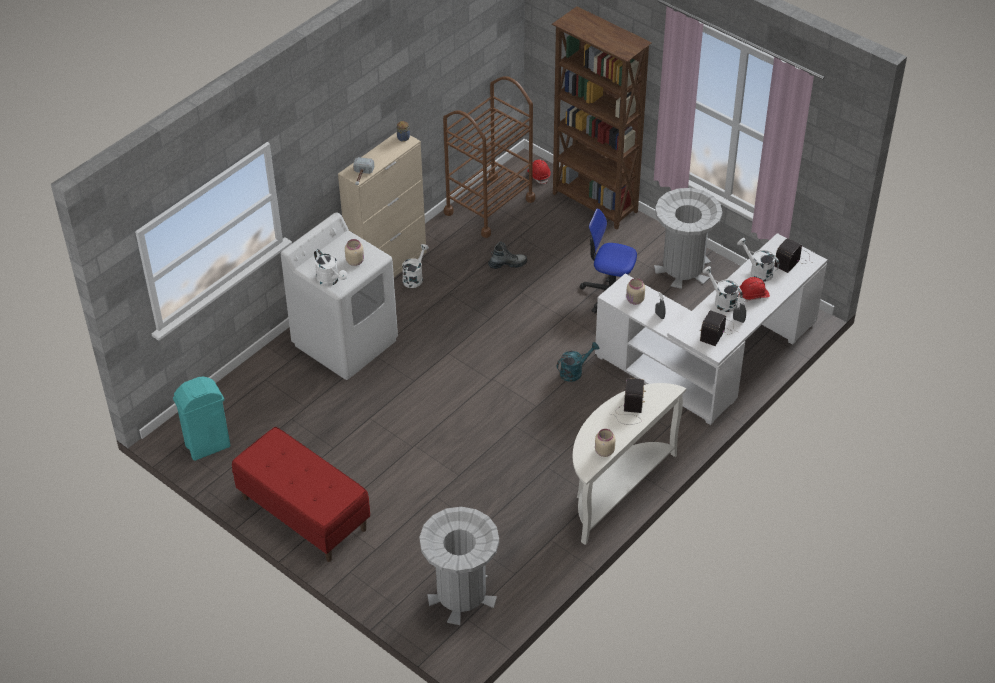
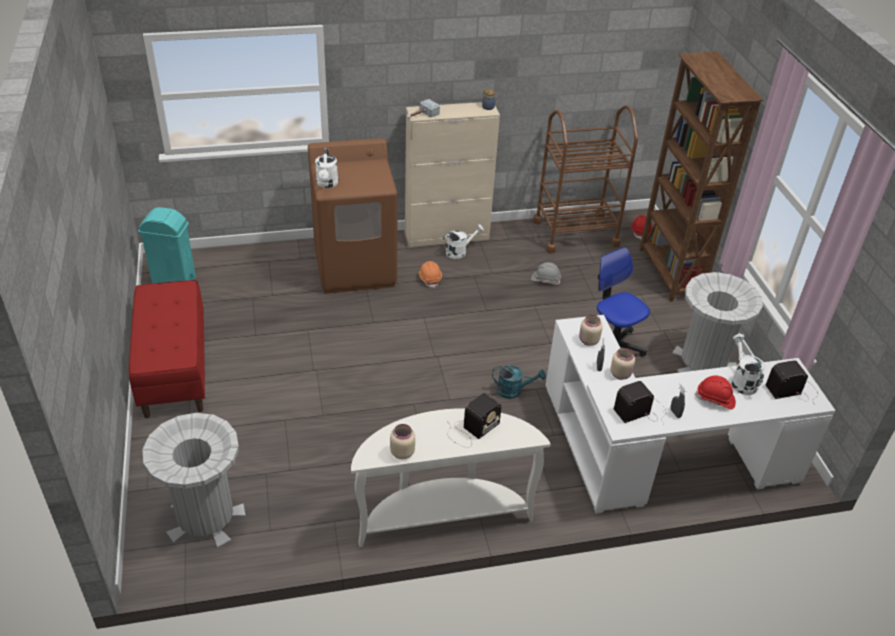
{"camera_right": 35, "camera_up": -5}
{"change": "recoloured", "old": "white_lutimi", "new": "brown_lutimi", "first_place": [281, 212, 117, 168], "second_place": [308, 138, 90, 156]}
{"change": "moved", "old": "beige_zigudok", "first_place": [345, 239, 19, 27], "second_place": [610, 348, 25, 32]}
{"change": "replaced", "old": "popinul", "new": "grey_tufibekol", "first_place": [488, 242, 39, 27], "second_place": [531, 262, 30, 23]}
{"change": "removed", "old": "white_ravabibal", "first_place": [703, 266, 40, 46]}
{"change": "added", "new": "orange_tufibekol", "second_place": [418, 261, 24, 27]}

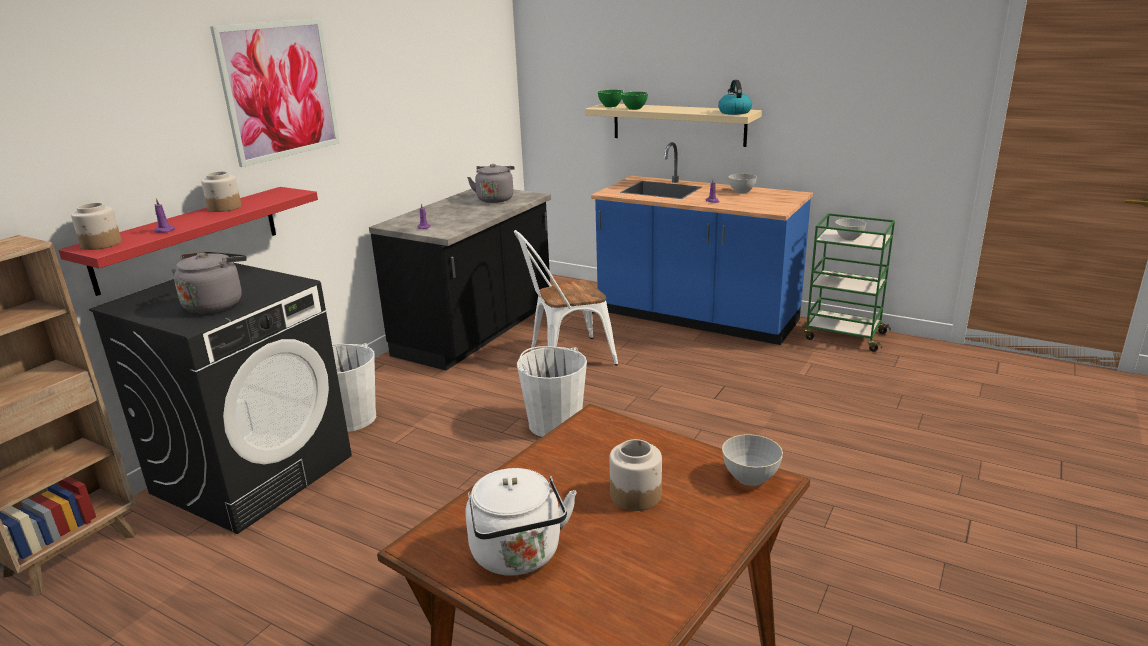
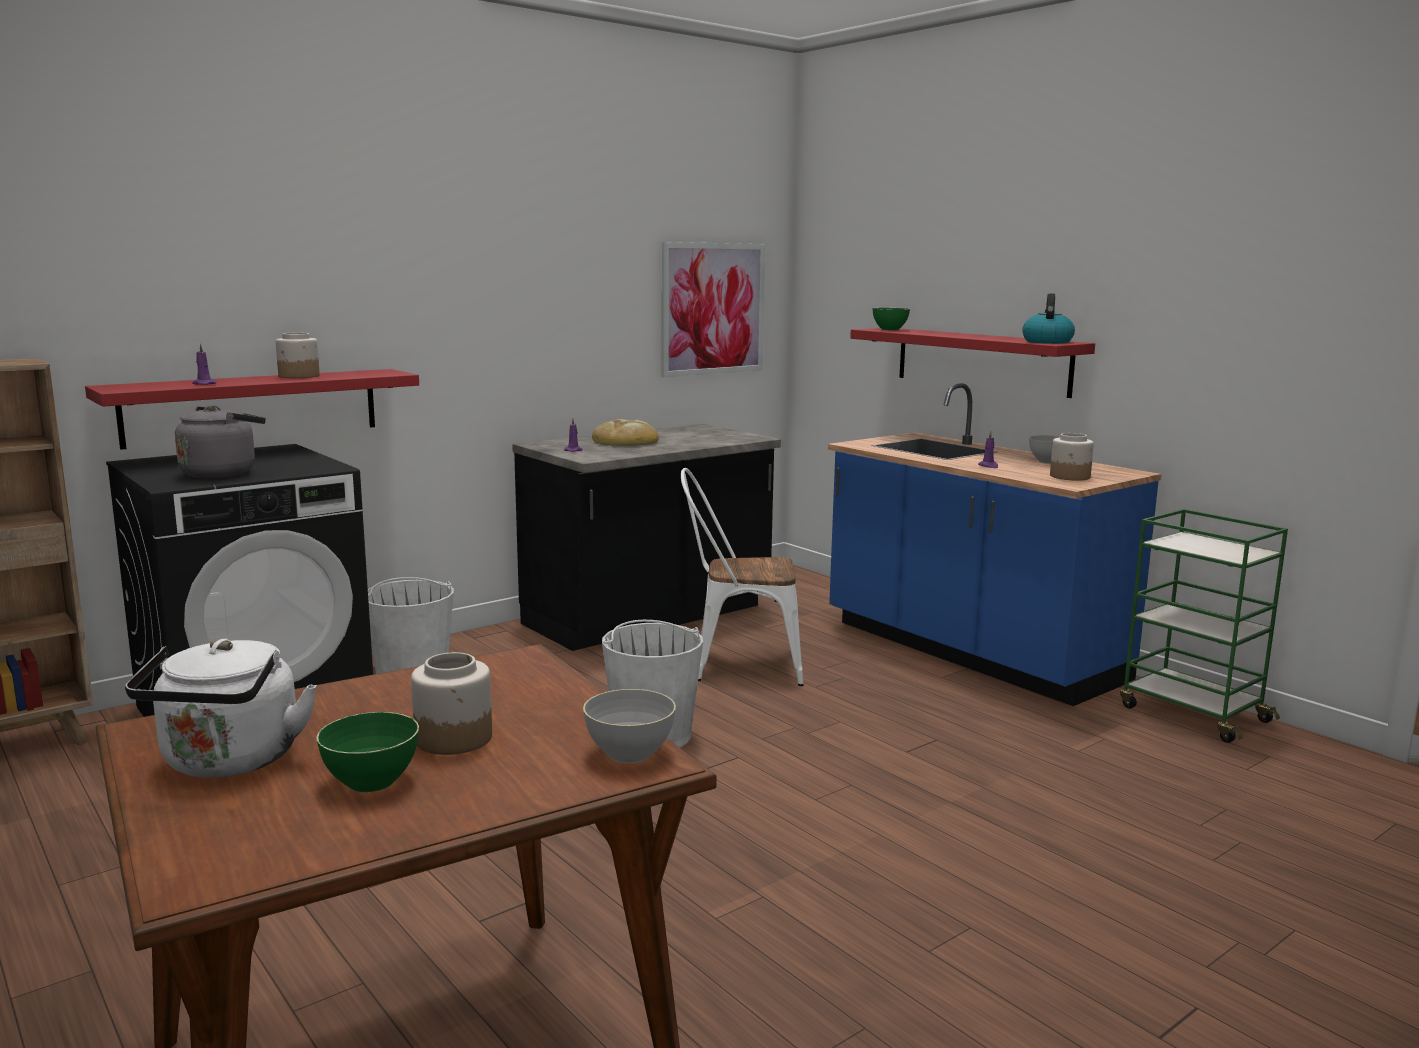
{"camera_right": 20, "camera_up": -10}
{"change": "moved", "old": "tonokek", "first_place": [210, 18, 130, 149], "second_place": [662, 242, 104, 135]}
{"change": "moved", "old": "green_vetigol", "first_place": [621, 92, 27, 18], "second_place": [316, 712, 103, 80]}
{"change": "recoloured", "old": "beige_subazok", "new": "red_subazok", "first_place": [585, 104, 177, 43], "second_place": [850, 328, 245, 70]}
{"change": "removed", "old": "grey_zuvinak", "first_place": [467, 164, 48, 39]}
{"change": "moved", "old": "zigudok", "first_place": [71, 203, 51, 47], "second_place": [1050, 433, 44, 48]}
{"change": "removed", "old": "grey_vetigol", "first_place": [835, 219, 31, 21]}
{"change": "added", "new": "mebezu", "second_place": [592, 419, 67, 27]}

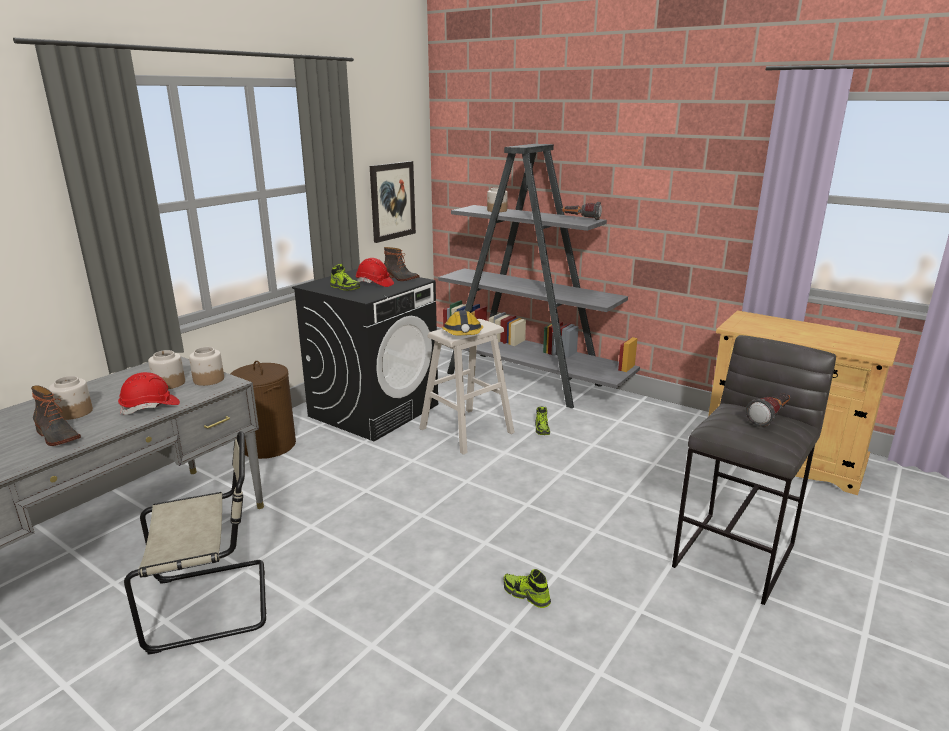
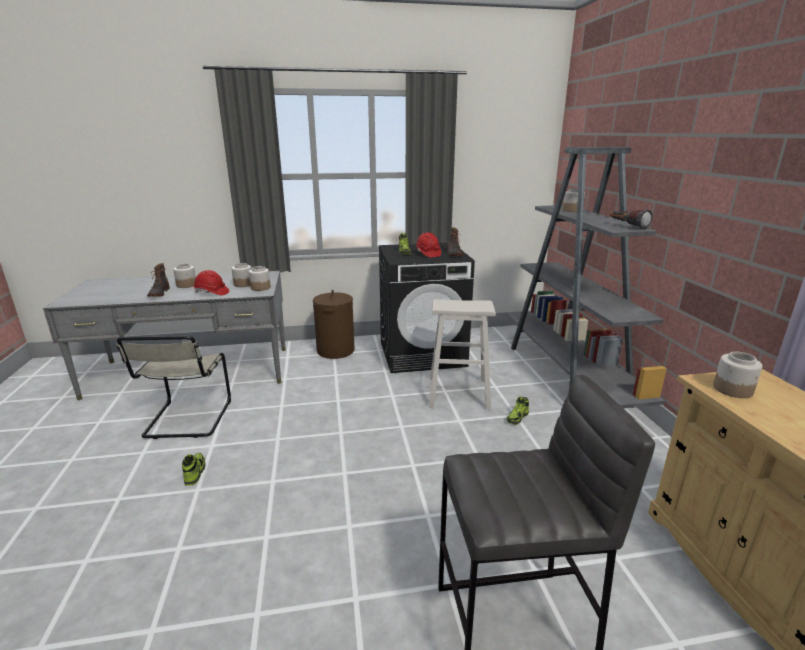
{"camera_right": 45, "camera_up": 0}
{"change": "removed", "old": "tonokek", "first_place": [370, 161, 46, 82]}
{"change": "removed", "old": "tufibekol", "first_place": [442, 310, 41, 25]}
{"change": "removed", "old": "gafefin", "first_place": [746, 393, 44, 34]}
{"change": "turned", "old": "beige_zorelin", "first_place": [124, 431, 142, 224], "second_place": [117, 336, 114, 103], "degrees": 60}
{"change": "moved", "old": "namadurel", "first_place": [504, 569, 47, 39], "second_place": [182, 453, 23, 33]}
{"change": "added", "new": "zigudok", "second_place": [713, 352, 49, 46]}

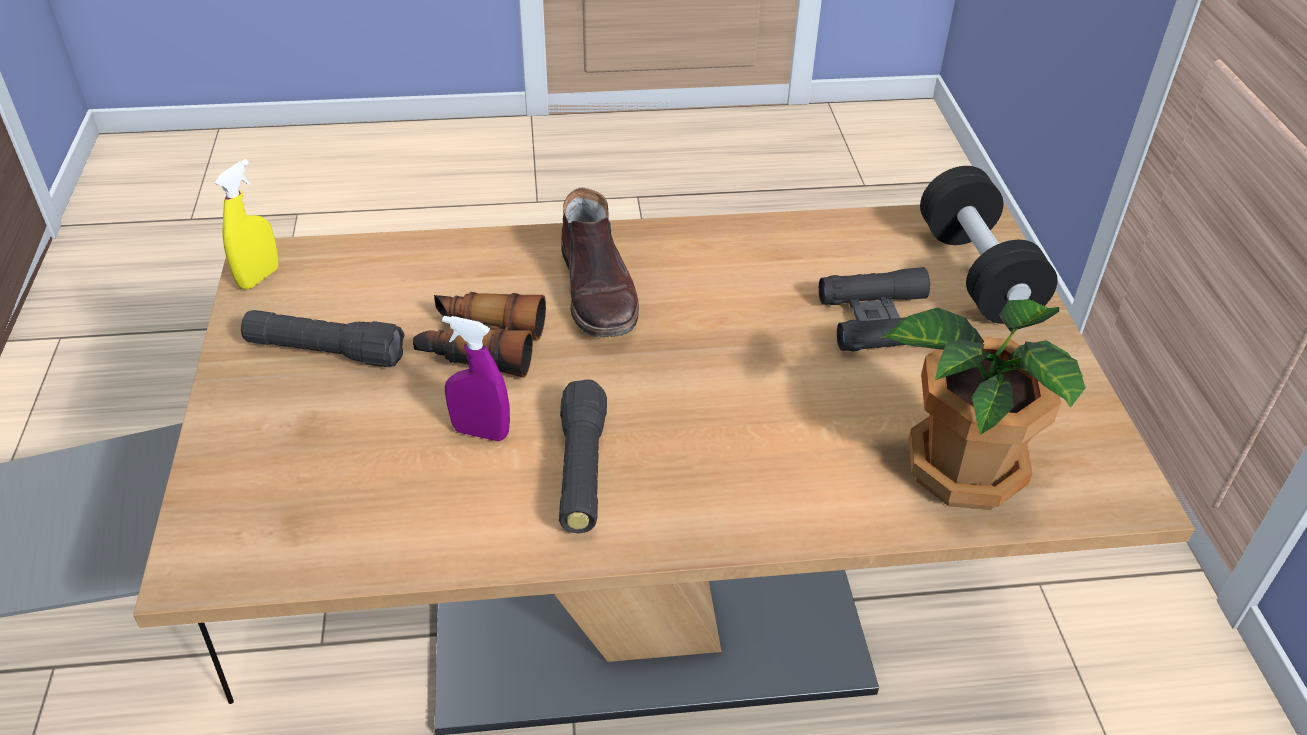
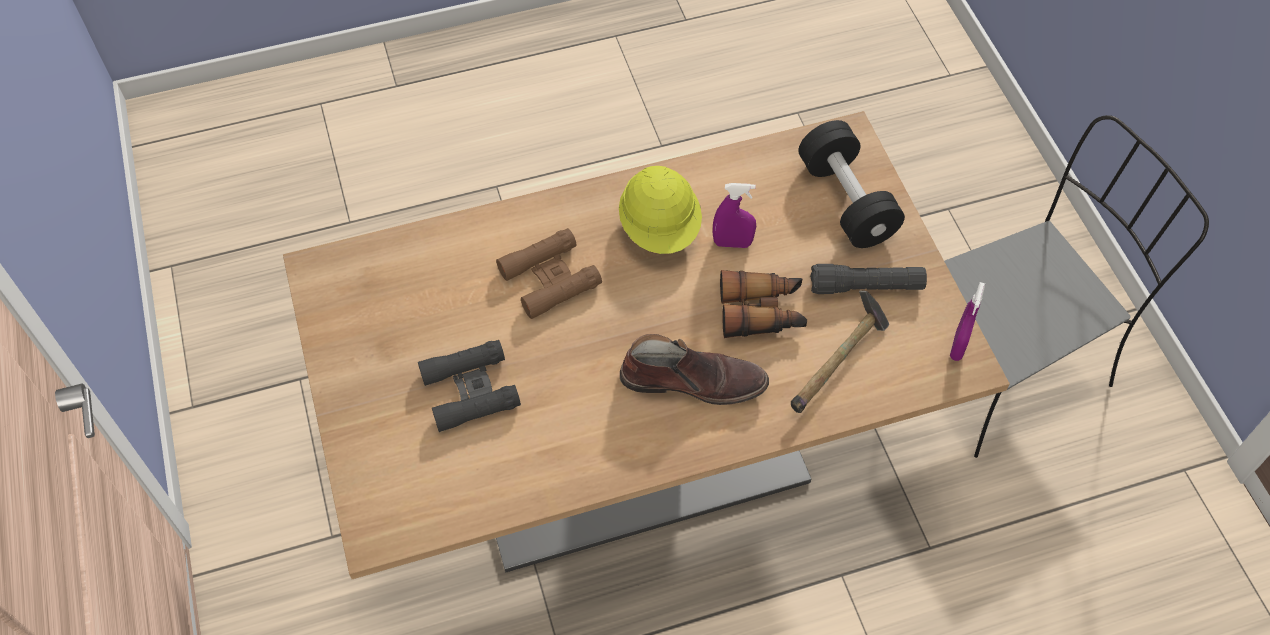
{"camera_right": 170, "camera_up": 15}
{"change": "recoloured", "old": "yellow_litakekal", "new": "purple_litakekal", "first_place": [215, 159, 63, 131], "second_place": [950, 282, 35, 79]}
{"change": "moved", "old": "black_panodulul", "first_place": [920, 166, 137, 158], "second_place": [798, 120, 107, 128]}
{"change": "turned", "old": "brown_popinul", "first_place": [561, 188, 78, 149], "second_place": [620, 334, 149, 71], "degrees": 120}
{"change": "removed", "old": "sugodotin", "first_place": [881, 299, 205, 211]}
{"change": "replaced", "old": "black_gafefin", "new": "yellow_tufibekol", "first_place": [559, 379, 48, 154], "second_place": [619, 166, 83, 88]}
{"change": "added", "new": "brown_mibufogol", "second_place": [496, 228, 106, 91]}
{"change": "added", "new": "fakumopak", "second_place": [791, 290, 98, 123]}

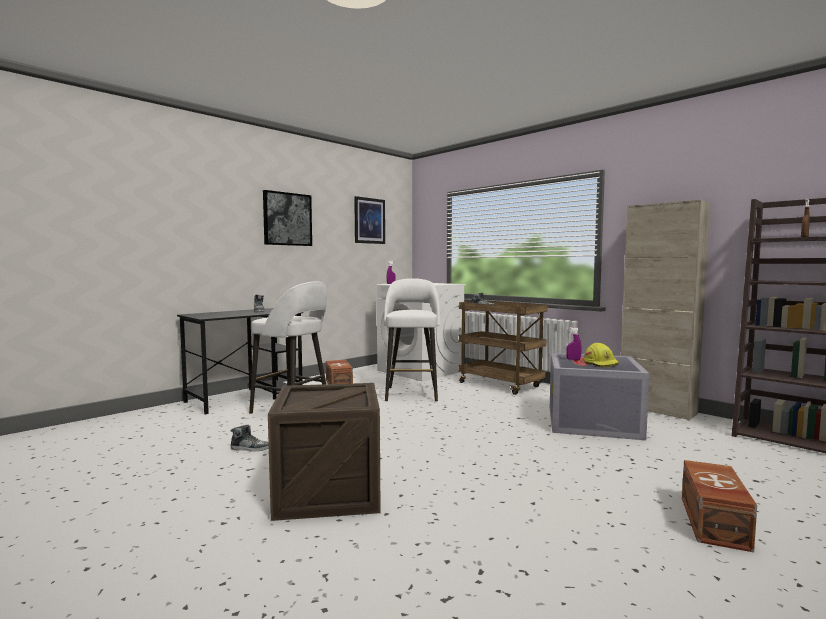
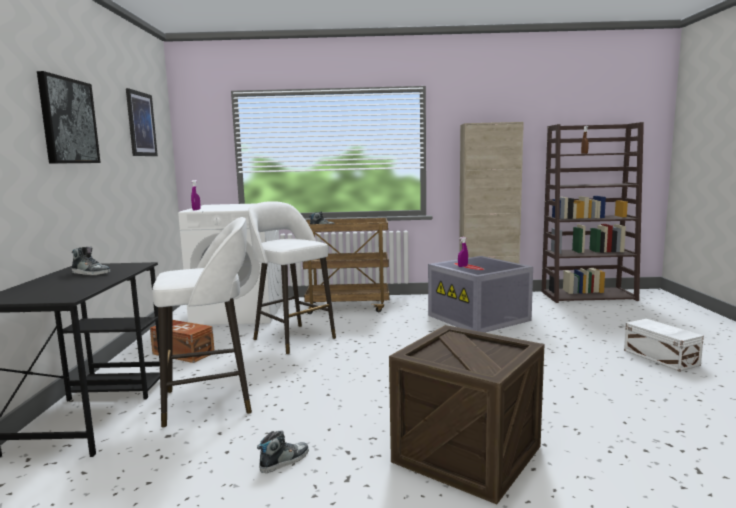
{"camera_right": -45, "camera_up": 5}
{"change": "removed", "old": "yellow_tufibekol", "first_place": [584, 343, 35, 24]}
{"change": "recoloured", "old": "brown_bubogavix", "new": "white_bubogavix", "first_place": [682, 460, 75, 92], "second_place": [624, 319, 80, 53]}

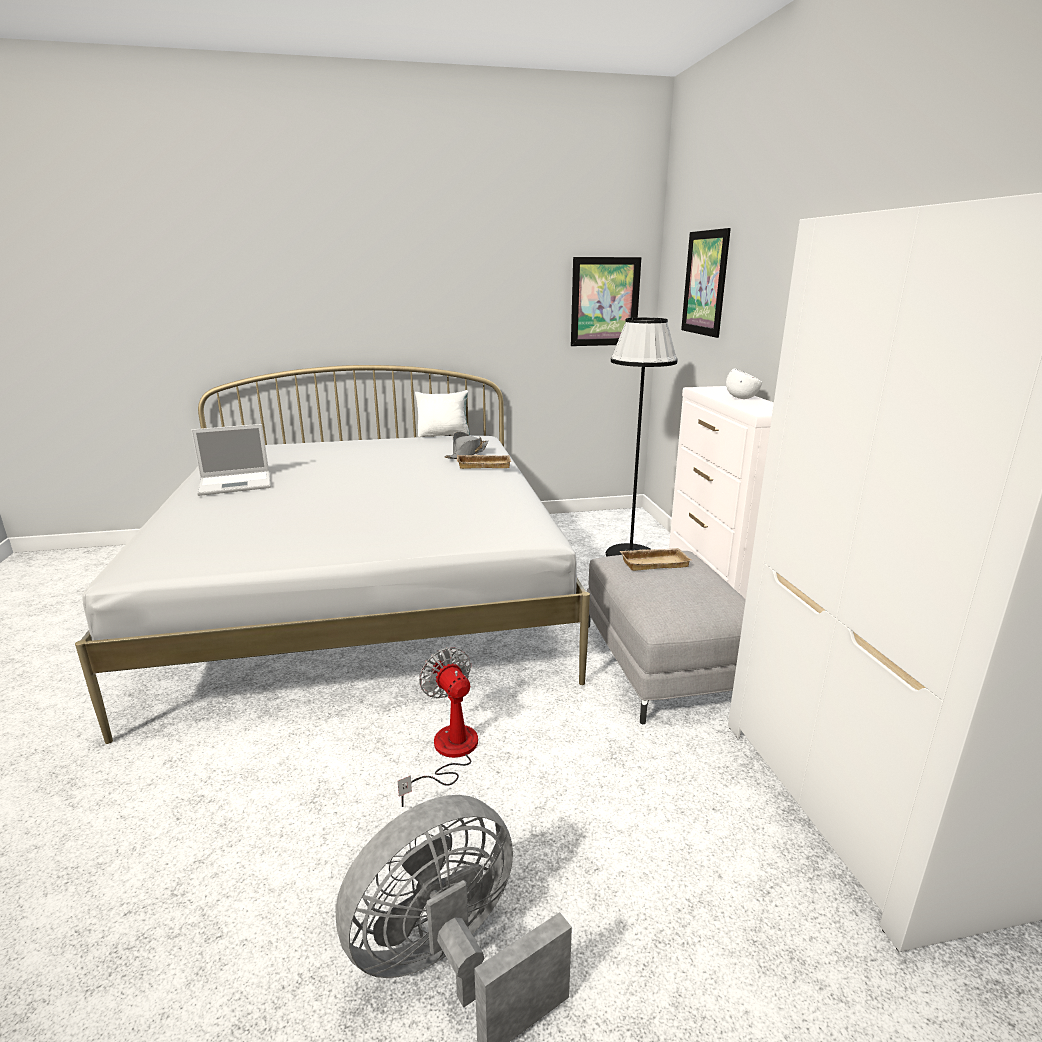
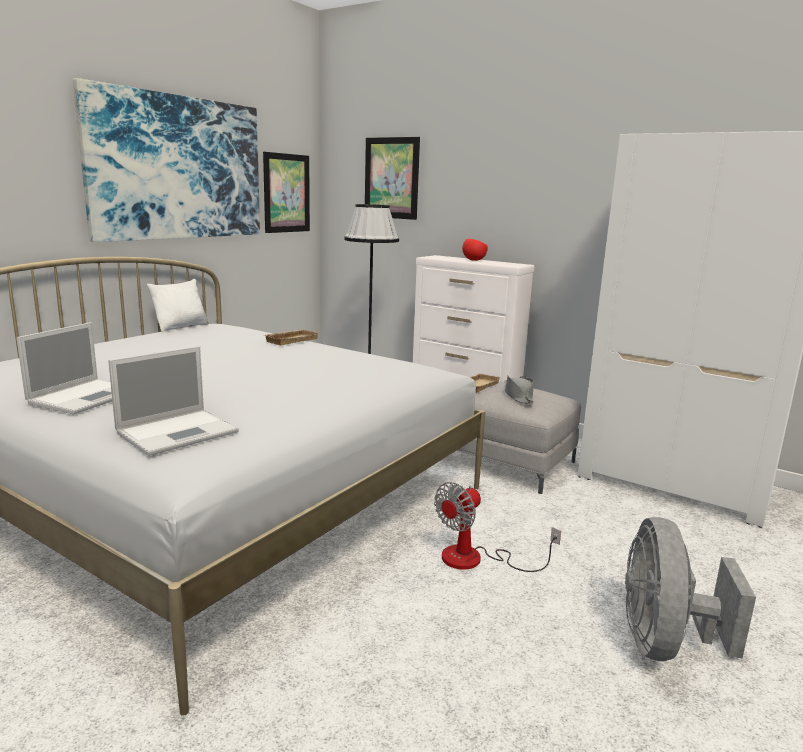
{"camera_right": -45, "camera_up": -5}
{"change": "recoloured", "old": "white_vetigol", "new": "red_vetigol", "first_place": [726, 368, 36, 31], "second_place": [462, 239, 26, 22]}
{"change": "moved", "old": "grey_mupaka", "first_place": [444, 432, 44, 27], "second_place": [505, 376, 29, 28]}
{"change": "turned", "old": "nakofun", "first_place": [398, 647, 80, 160], "second_place": [434, 482, 127, 90], "degrees": -60}
{"change": "added", "new": "tonokek", "second_place": [73, 78, 187, 164]}
{"change": "added", "new": "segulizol", "second_place": [108, 346, 131, 110]}

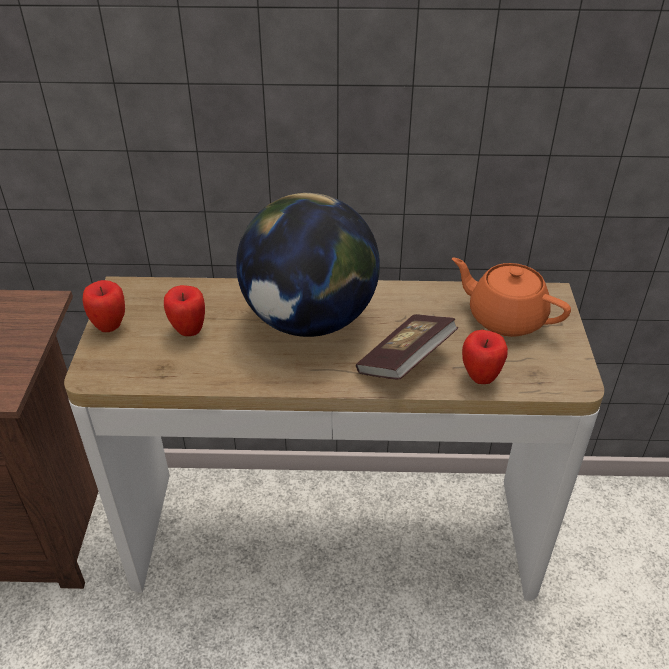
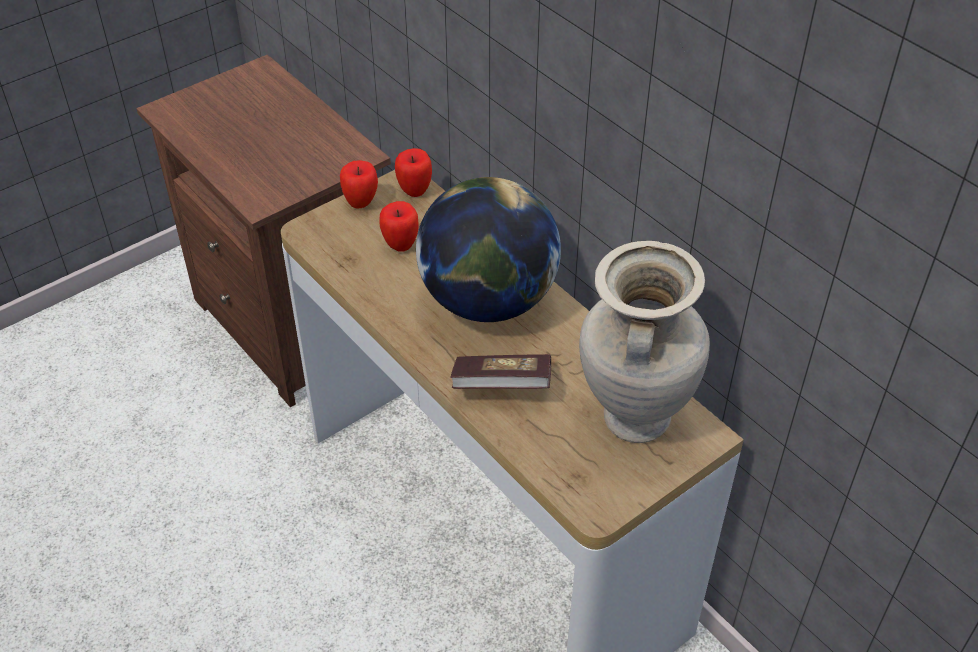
{"camera_right": 50, "camera_up": 5}
{"change": "replaced", "old": "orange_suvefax", "new": "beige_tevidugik", "first_place": [452, 257, 119, 80], "second_place": [579, 241, 131, 202]}
{"change": "moved", "old": "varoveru", "first_place": [462, 330, 46, 54], "second_place": [395, 148, 37, 49]}

